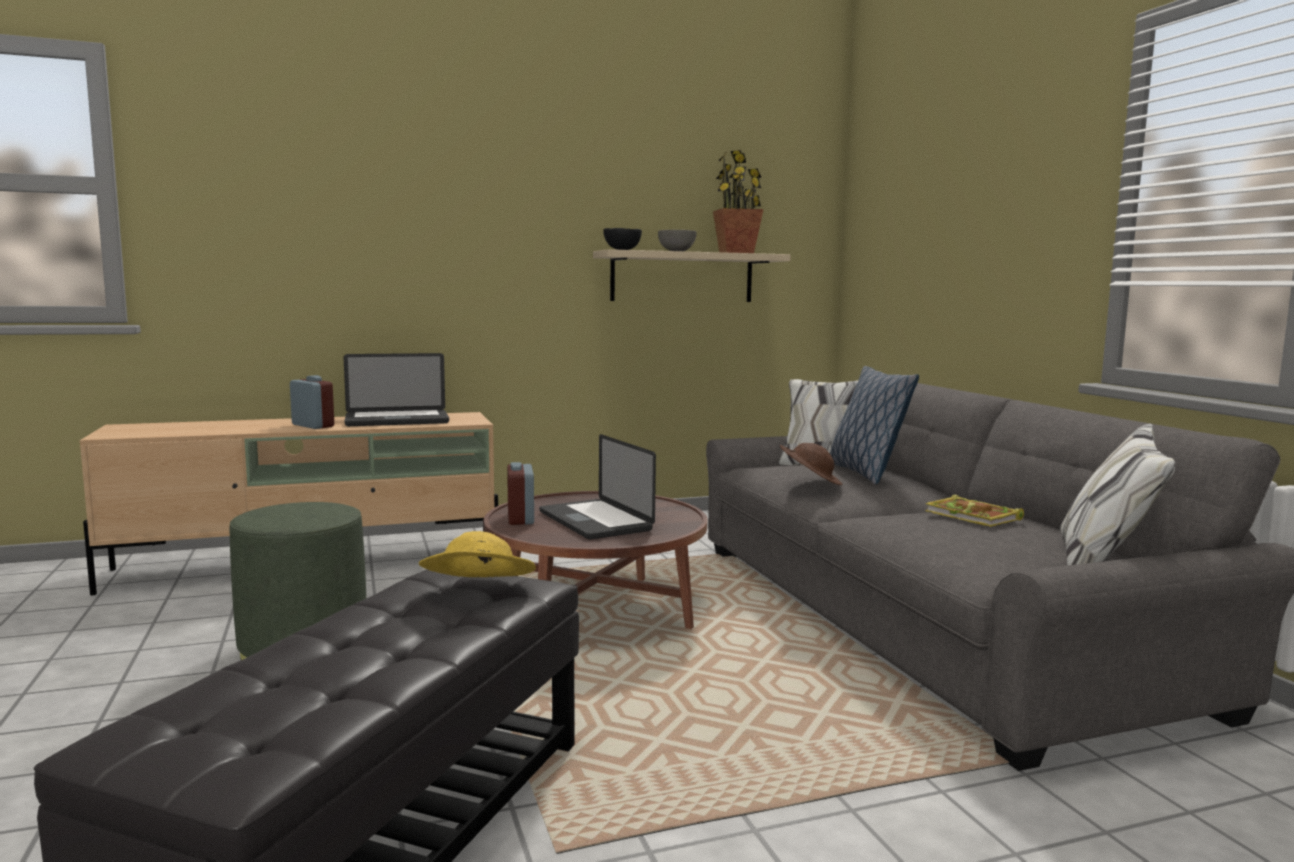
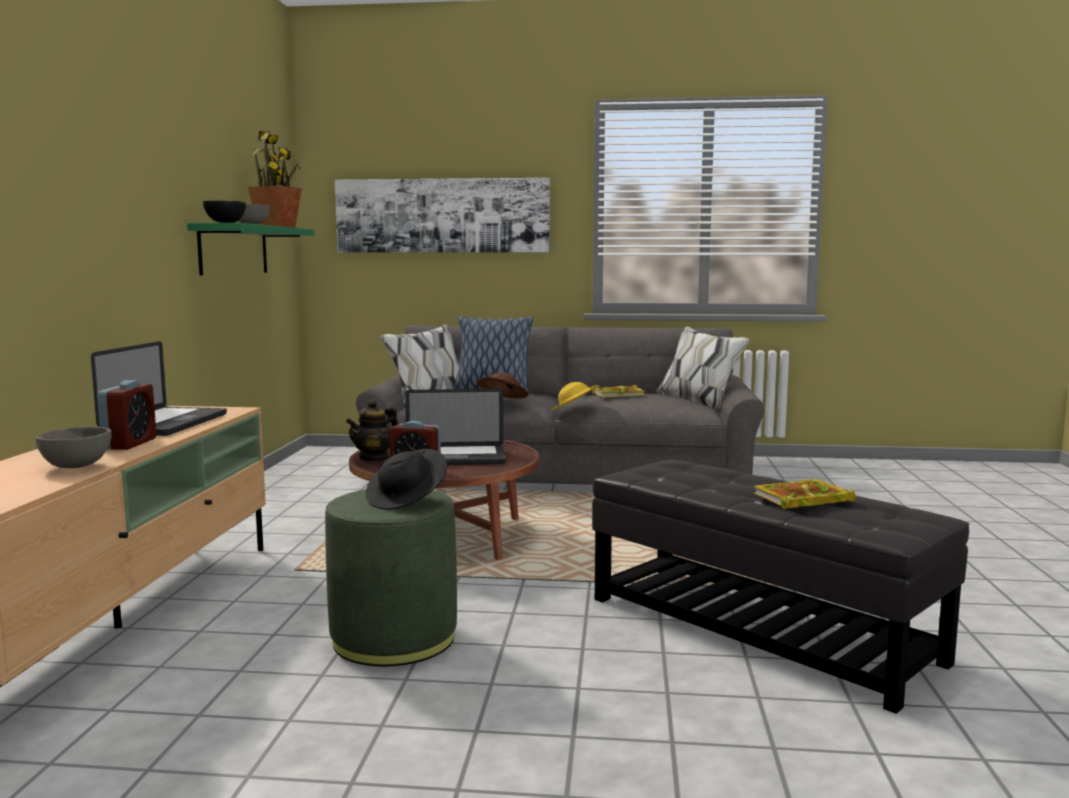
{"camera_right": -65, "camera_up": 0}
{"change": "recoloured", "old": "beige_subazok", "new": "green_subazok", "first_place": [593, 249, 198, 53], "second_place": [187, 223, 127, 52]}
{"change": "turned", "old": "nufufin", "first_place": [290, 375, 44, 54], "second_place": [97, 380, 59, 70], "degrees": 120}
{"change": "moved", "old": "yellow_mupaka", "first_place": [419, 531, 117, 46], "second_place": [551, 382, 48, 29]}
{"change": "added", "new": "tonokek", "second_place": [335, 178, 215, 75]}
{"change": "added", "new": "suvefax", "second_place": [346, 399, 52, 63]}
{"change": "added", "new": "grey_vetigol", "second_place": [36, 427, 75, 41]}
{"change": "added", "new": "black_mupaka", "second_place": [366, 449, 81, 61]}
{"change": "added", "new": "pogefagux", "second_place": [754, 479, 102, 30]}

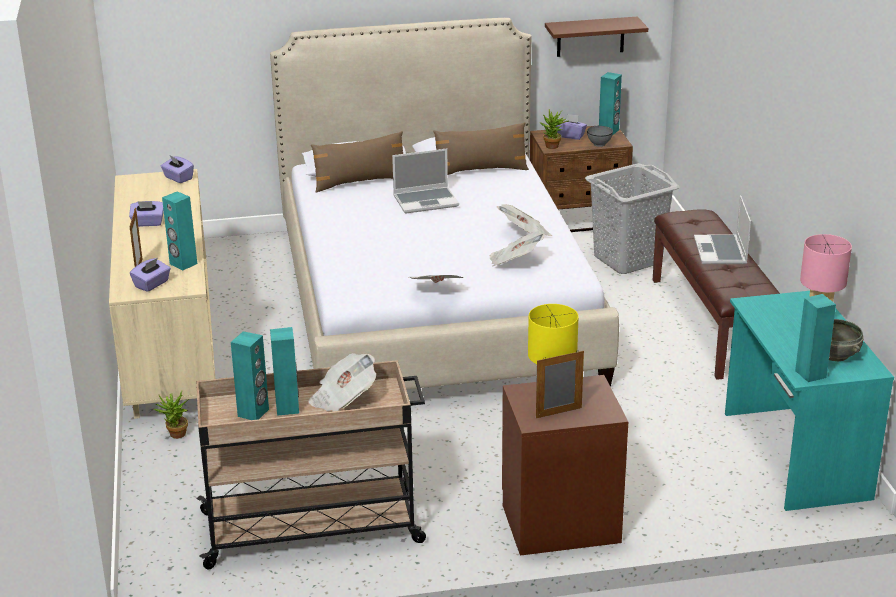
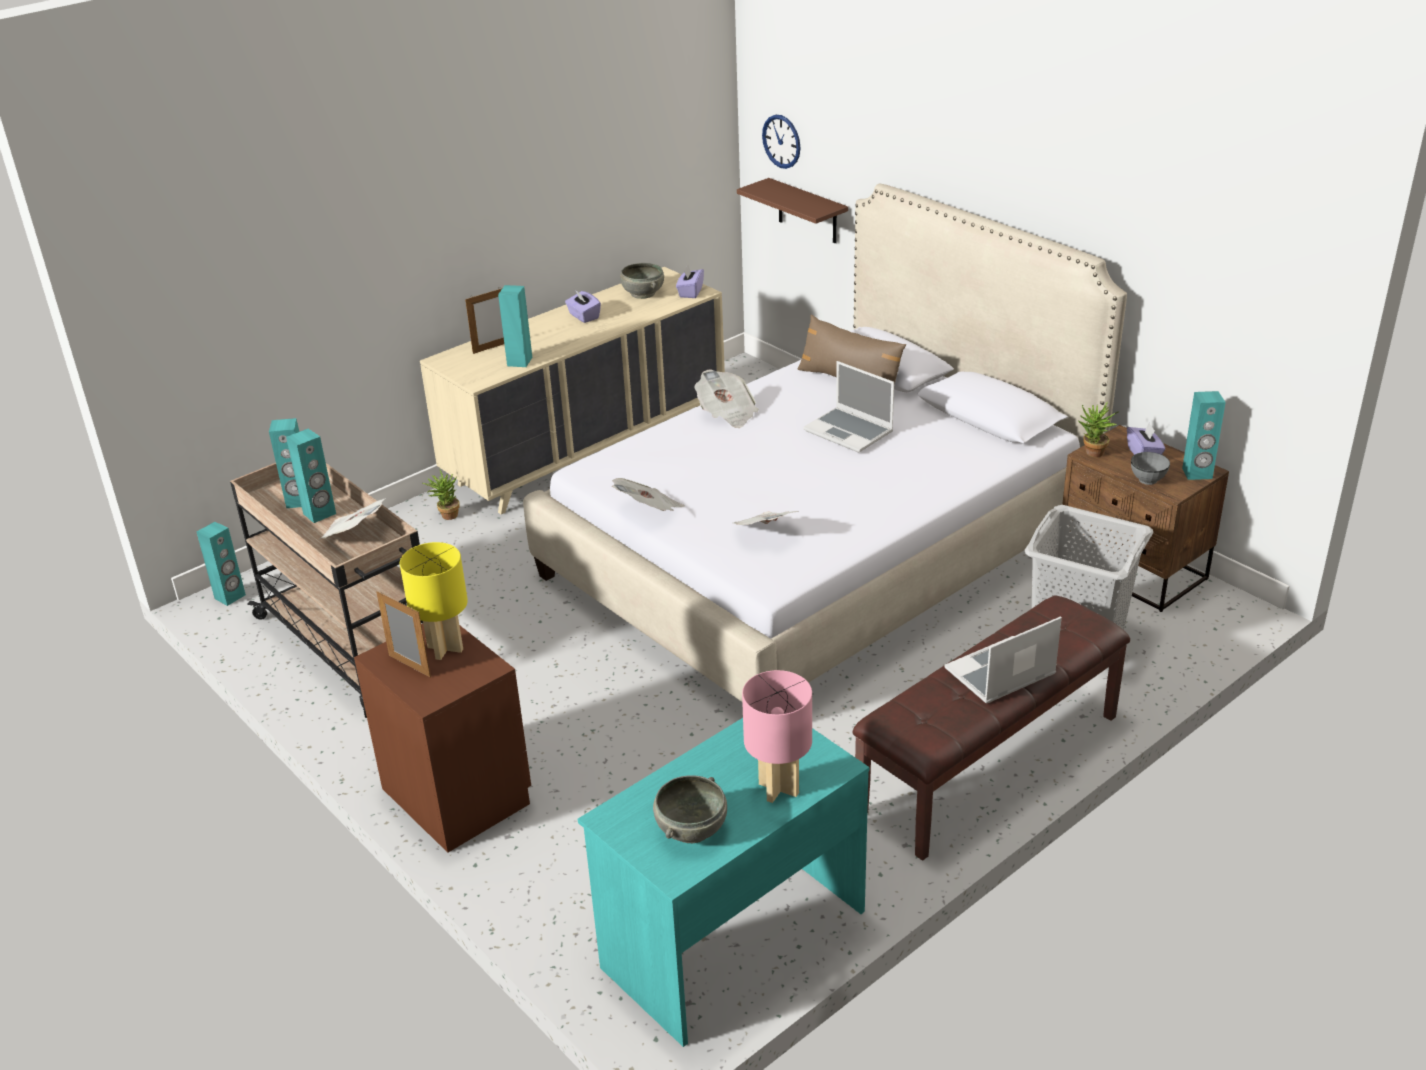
{"camera_right": 60, "camera_up": 5}
{"change": "moved", "old": "brown_subazok", "first_place": [545, 17, 103, 40], "second_place": [737, 178, 111, 66]}
{"change": "removed", "old": "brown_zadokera", "first_place": [433, 122, 96, 53]}
{"change": "moved", "old": "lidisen", "first_place": [497, 204, 55, 32], "second_place": [694, 369, 65, 59]}
{"change": "removed", "old": "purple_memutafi", "first_place": [130, 258, 41, 34]}
{"change": "moved", "old": "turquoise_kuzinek", "first_place": [795, 294, 41, 88], "second_place": [197, 522, 49, 84]}
{"change": "added", "new": "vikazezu", "second_place": [762, 115, 38, 54]}
{"change": "added", "new": "grey_vetigol", "second_place": [620, 263, 44, 36]}

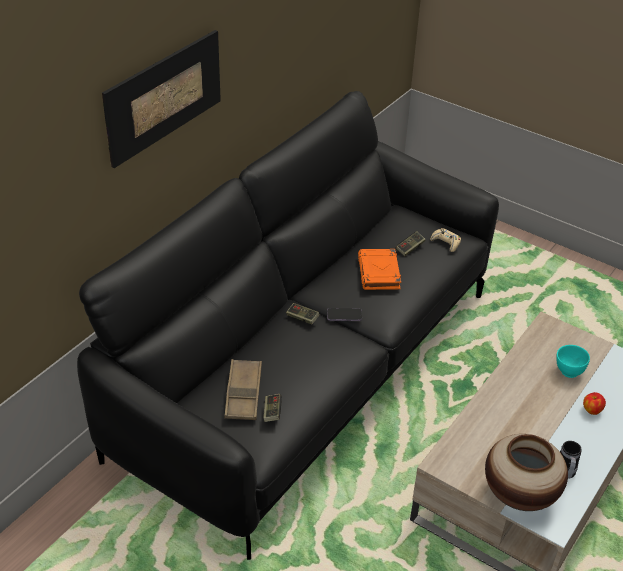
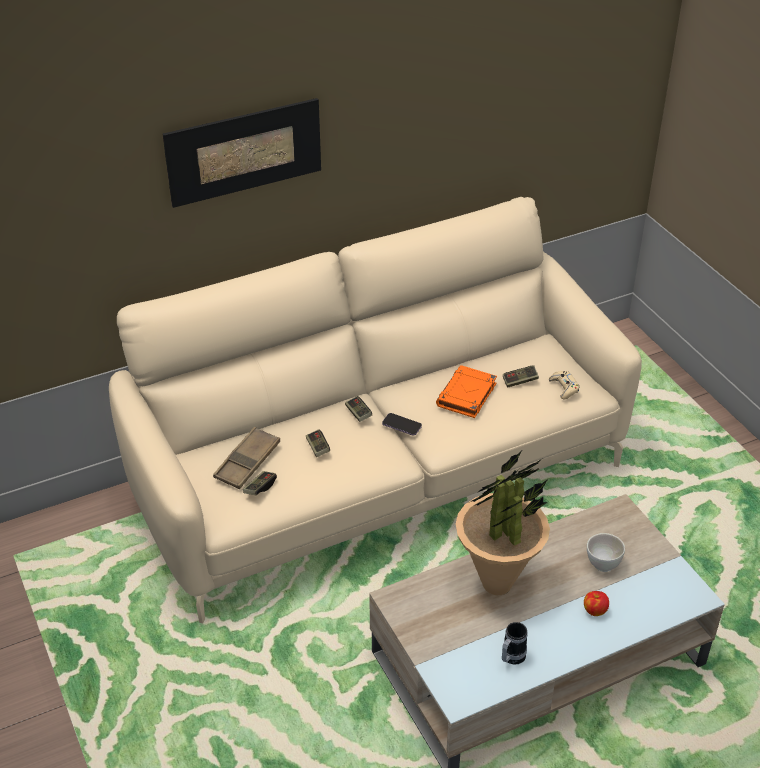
{"camera_right": 30, "camera_up": 0}
{"change": "recoloured", "old": "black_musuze", "new": "beige_musuze", "first_place": [77, 91, 422, 469], "second_place": [109, 197, 533, 427]}
{"change": "recoloured", "old": "turquoise_vetigol", "new": "white_vetigol", "first_place": [556, 345, 34, 33], "second_place": [587, 533, 38, 39]}
{"change": "removed", "old": "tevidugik", "first_place": [485, 434, 83, 77]}
{"change": "added", "new": "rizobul", "second_place": [306, 429, 24, 28]}
{"change": "added", "new": "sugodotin", "second_place": [456, 450, 94, 145]}

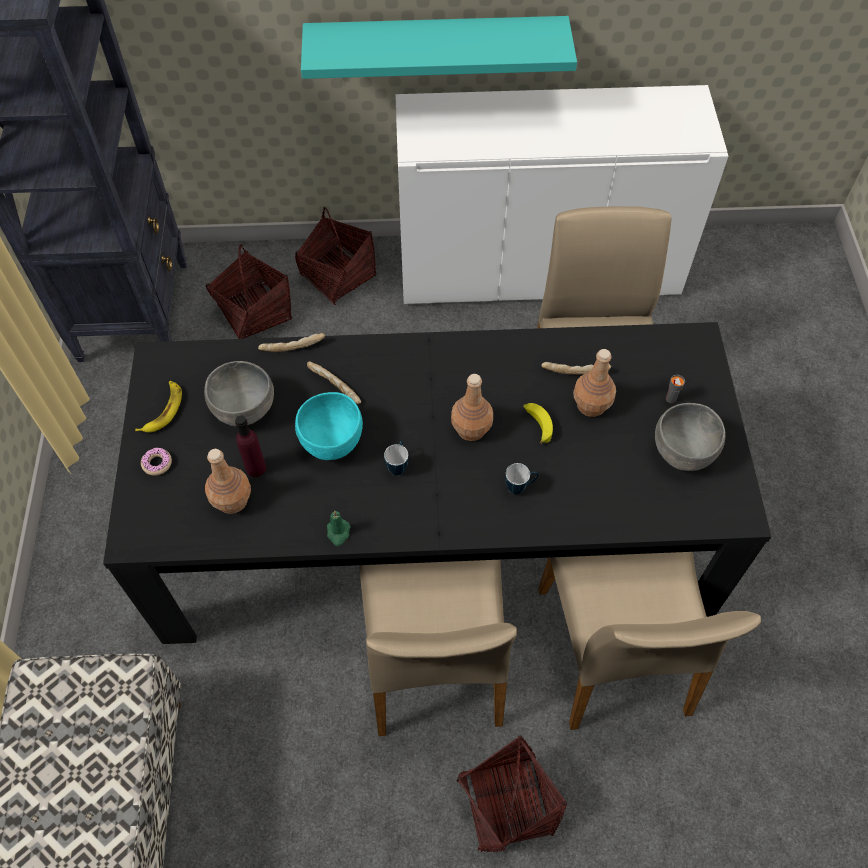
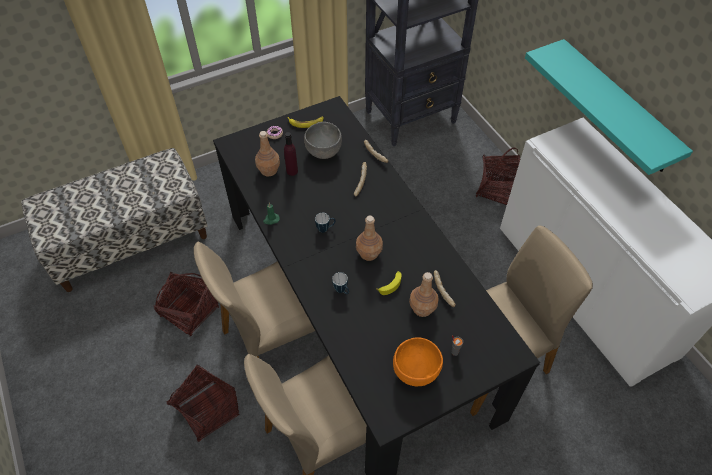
{"camera_right": 65, "camera_up": -5}
{"change": "moved", "old": "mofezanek", "first_place": [205, 244, 87, 95], "second_place": [154, 272, 65, 64]}
{"change": "removed", "old": "turquoise_vetigol", "first_place": [295, 392, 68, 68]}
{"change": "recoloured", "old": "grey_vetigol", "new": "orange_vetigol", "first_place": [655, 403, 71, 68], "second_place": [393, 337, 50, 49]}

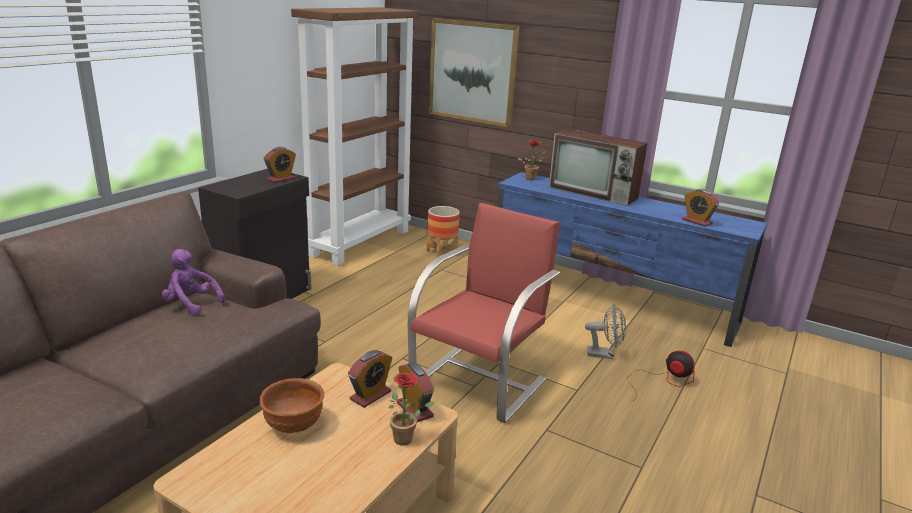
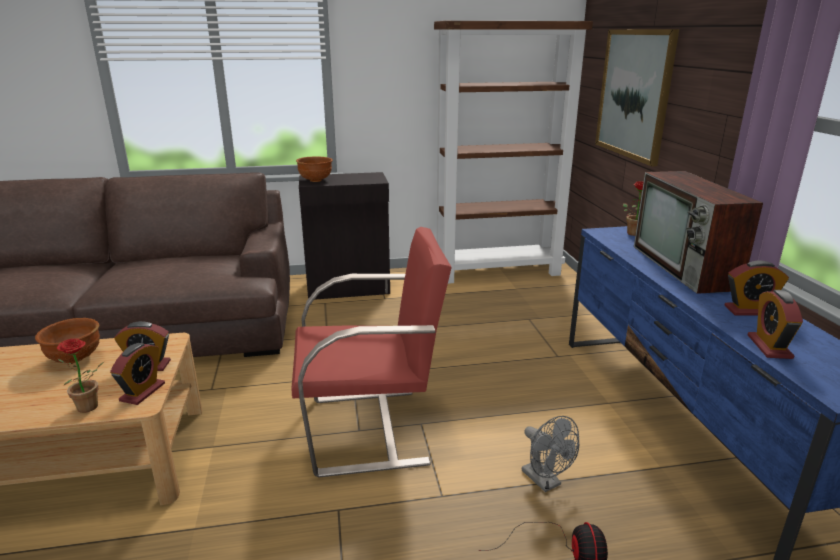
{"camera_right": 50, "camera_up": 0}
{"change": "moved", "old": "nufufin", "first_place": [264, 147, 32, 36], "second_place": [724, 260, 65, 56]}
{"change": "removed", "old": "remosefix", "first_place": [427, 206, 33, 52]}
{"change": "removed", "old": "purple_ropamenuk", "first_place": [162, 249, 63, 66]}
{"change": "added", "new": "brown_vetigol", "second_place": [296, 157, 37, 25]}

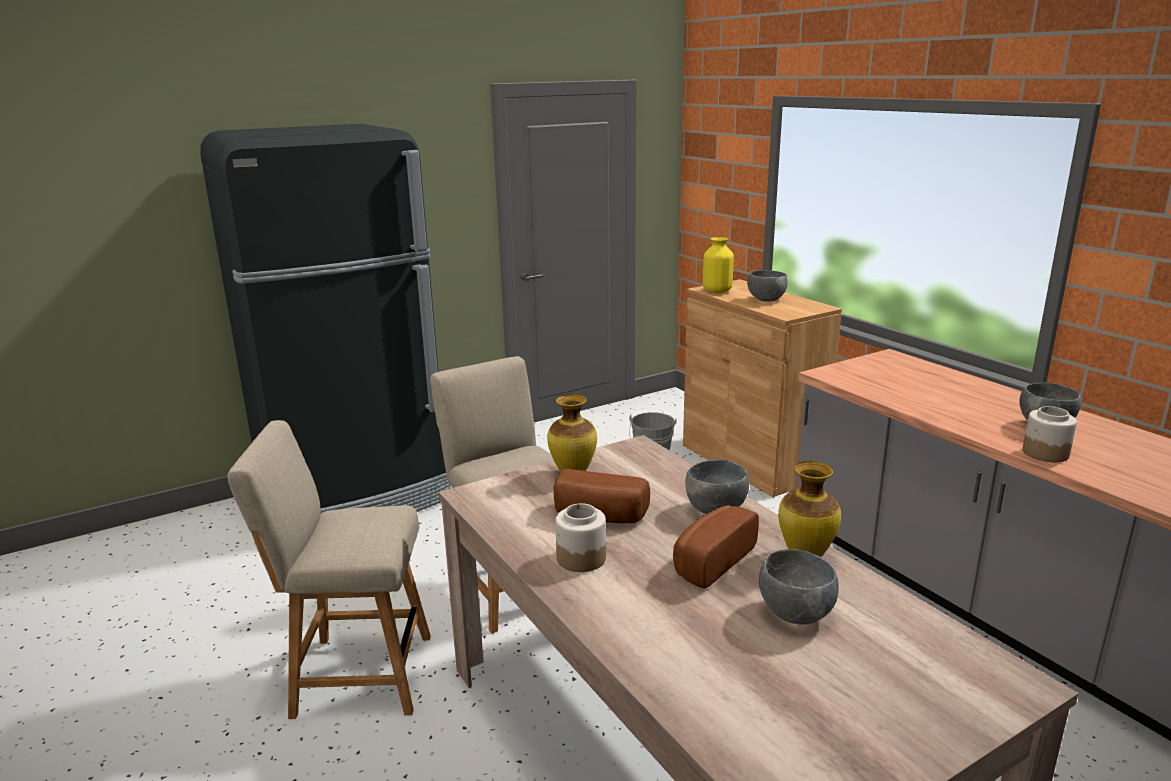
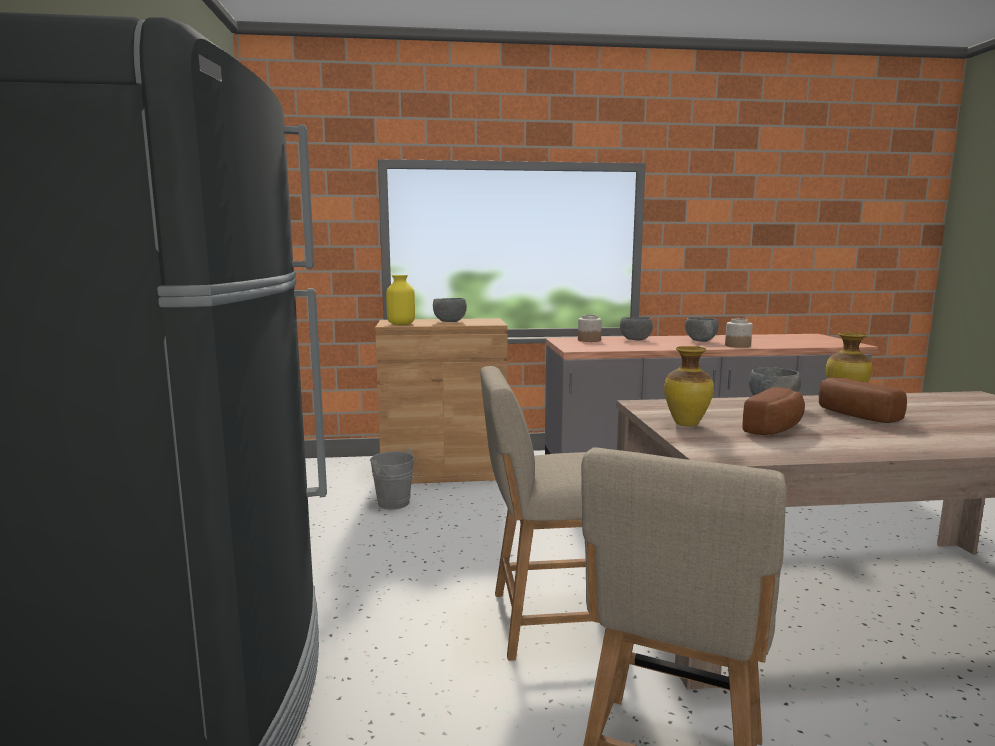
{"camera_right": -65, "camera_up": -10}
{"change": "moved", "old": "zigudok", "first_place": [555, 503, 51, 69], "second_place": [578, 315, 24, 27]}
{"change": "moved", "old": "grey_vetigol", "first_place": [759, 549, 80, 75], "second_place": [620, 317, 33, 24]}

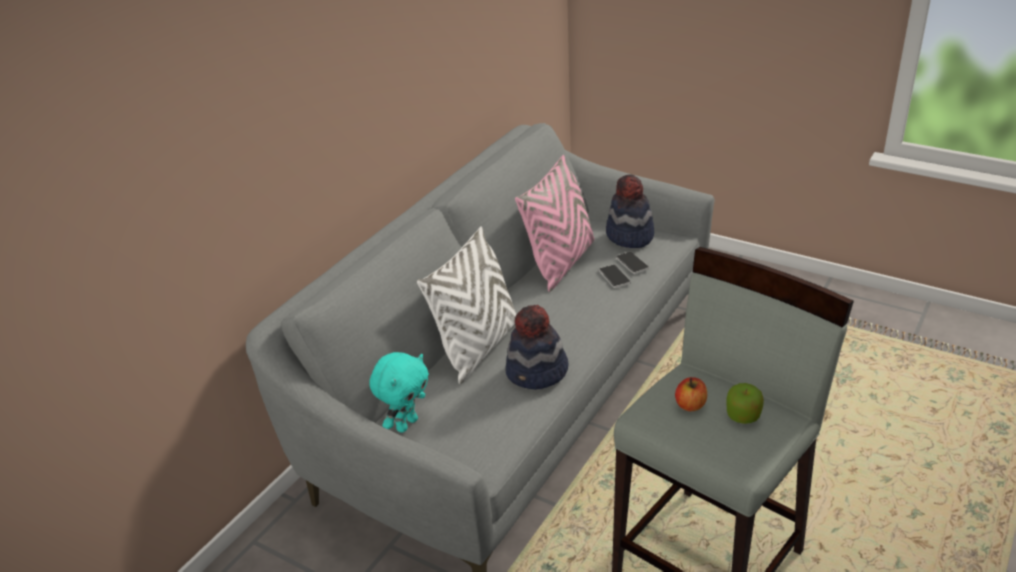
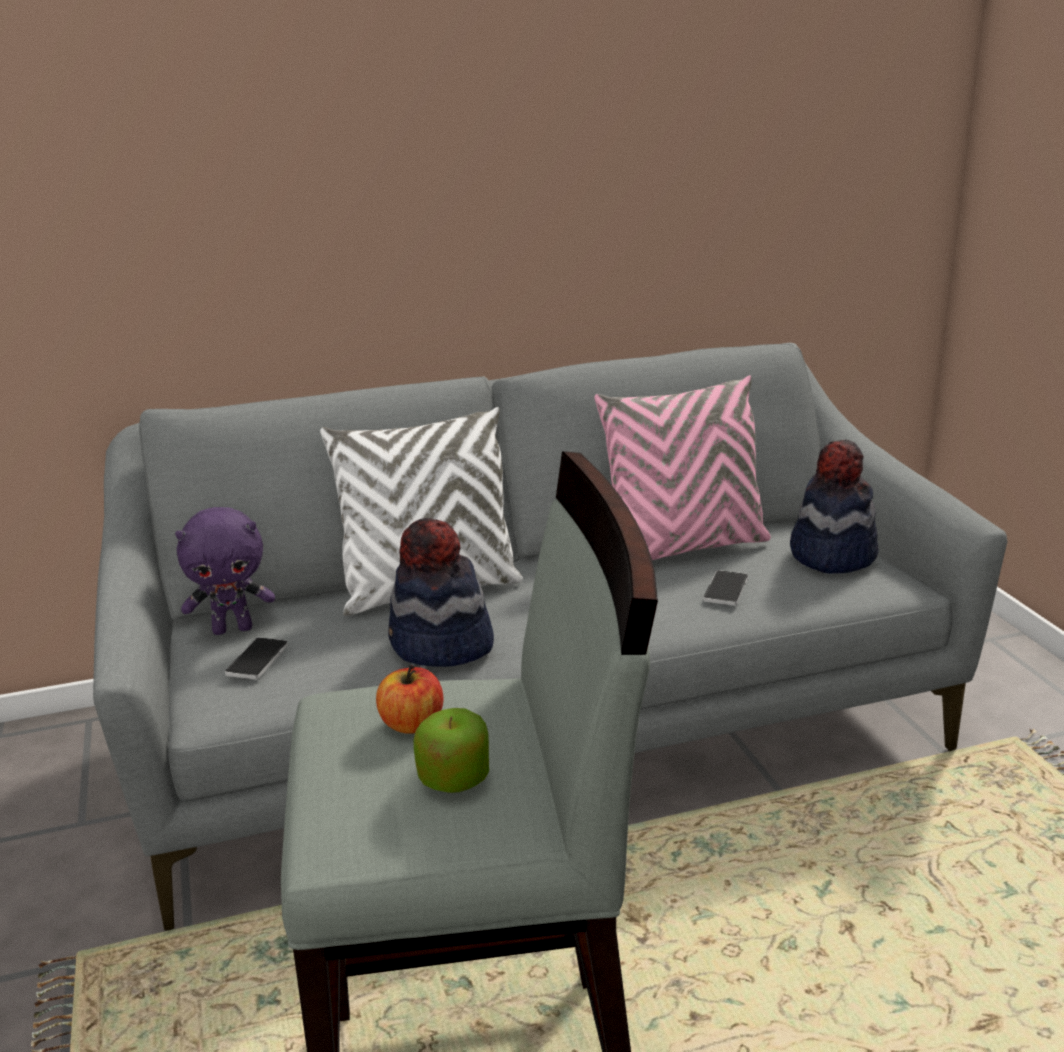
{"camera_right": 40, "camera_up": -10}
{"change": "moved", "old": "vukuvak", "first_place": [616, 251, 33, 23], "second_place": [225, 637, 63, 43]}
{"change": "recoloured", "old": "turquoise_ropamenuk", "new": "purple_ropamenuk", "first_place": [369, 352, 60, 81], "second_place": [175, 507, 100, 128]}

